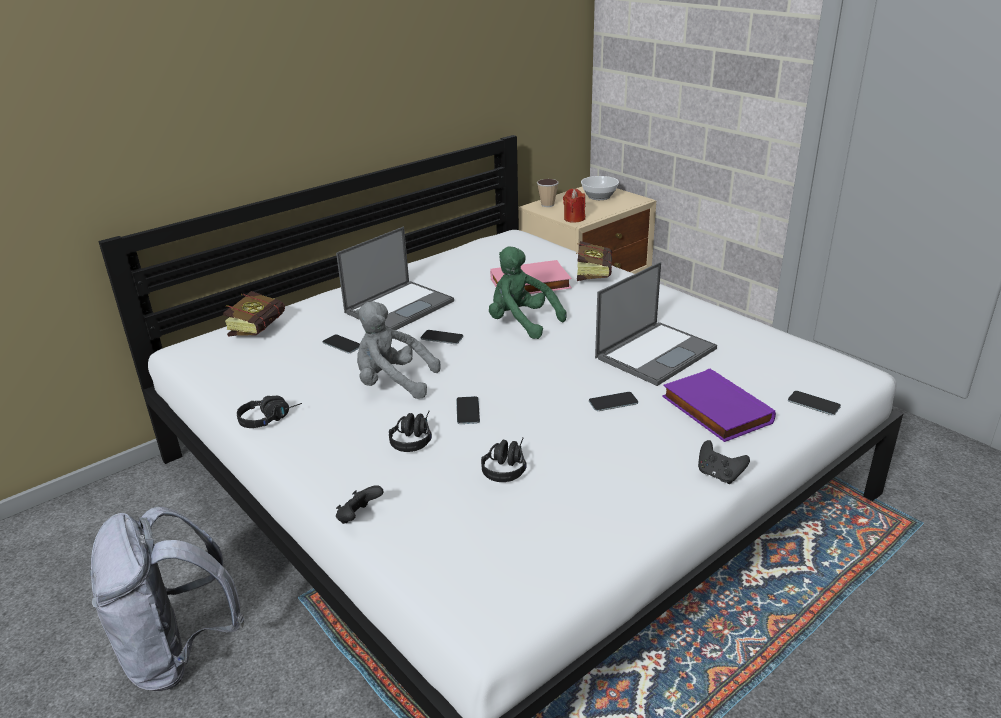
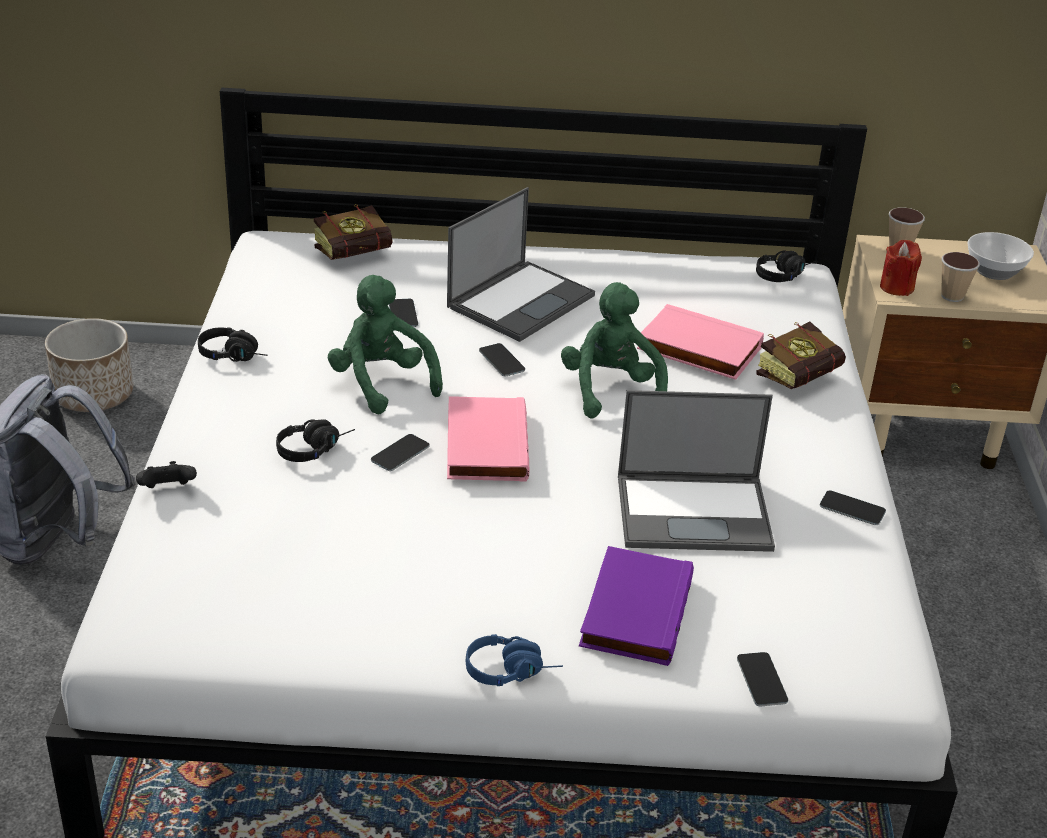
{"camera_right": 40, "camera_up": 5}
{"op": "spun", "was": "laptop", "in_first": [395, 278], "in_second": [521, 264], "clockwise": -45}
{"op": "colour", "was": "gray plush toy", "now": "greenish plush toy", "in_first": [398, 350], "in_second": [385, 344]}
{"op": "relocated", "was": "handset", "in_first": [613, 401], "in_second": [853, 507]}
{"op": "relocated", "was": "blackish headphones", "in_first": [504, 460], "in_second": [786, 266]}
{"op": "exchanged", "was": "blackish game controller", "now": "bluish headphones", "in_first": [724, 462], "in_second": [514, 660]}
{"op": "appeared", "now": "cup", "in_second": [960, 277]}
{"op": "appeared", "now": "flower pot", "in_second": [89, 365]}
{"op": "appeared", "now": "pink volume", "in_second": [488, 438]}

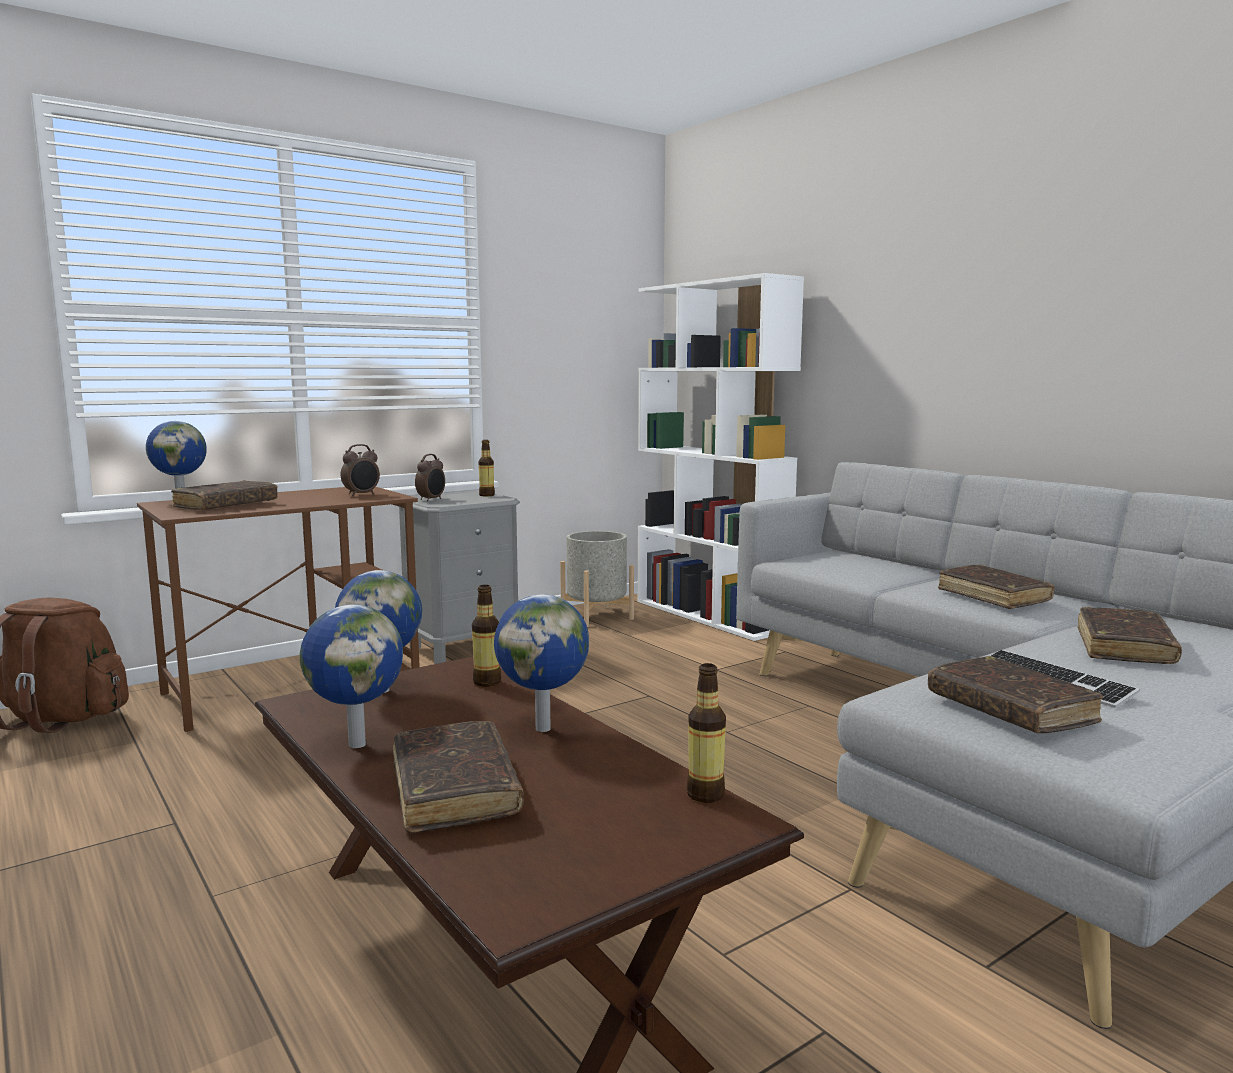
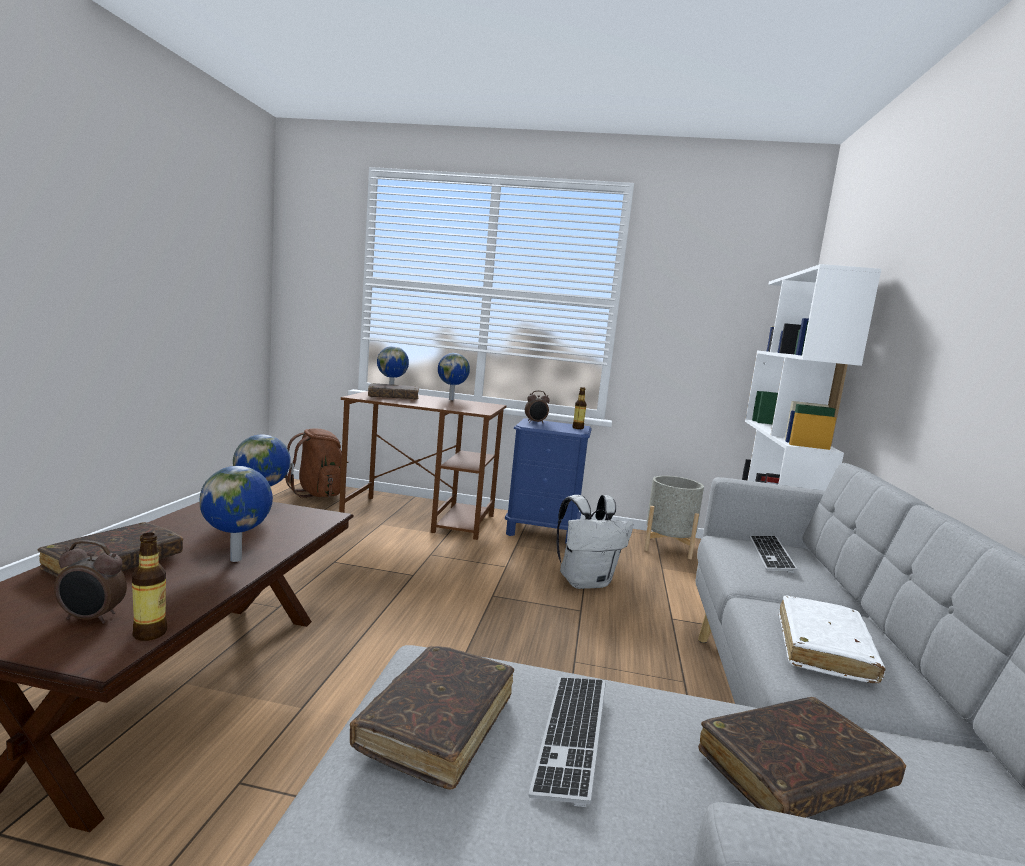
{"camera_right": 45, "camera_up": 0}
{"op": "relocated", "was": "table clock", "in_first": [360, 470], "in_second": [90, 582]}
{"op": "colour", "was": "gray night table", "now": "bluish night table", "in_first": [459, 578], "in_second": [548, 480]}
{"op": "colour", "was": "brownish volume", "now": "white-coloured volume", "in_first": [996, 587], "in_second": [832, 639]}
{"op": "missing", "was": "bottle", "in_first": [486, 636]}
{"op": "relocated", "was": "globe", "in_first": [351, 676], "in_second": [454, 376]}
{"op": "appeared", "now": "white-coloured backpack", "in_second": [595, 542]}
{"op": "appeared", "now": "keyboard", "in_second": [773, 554]}

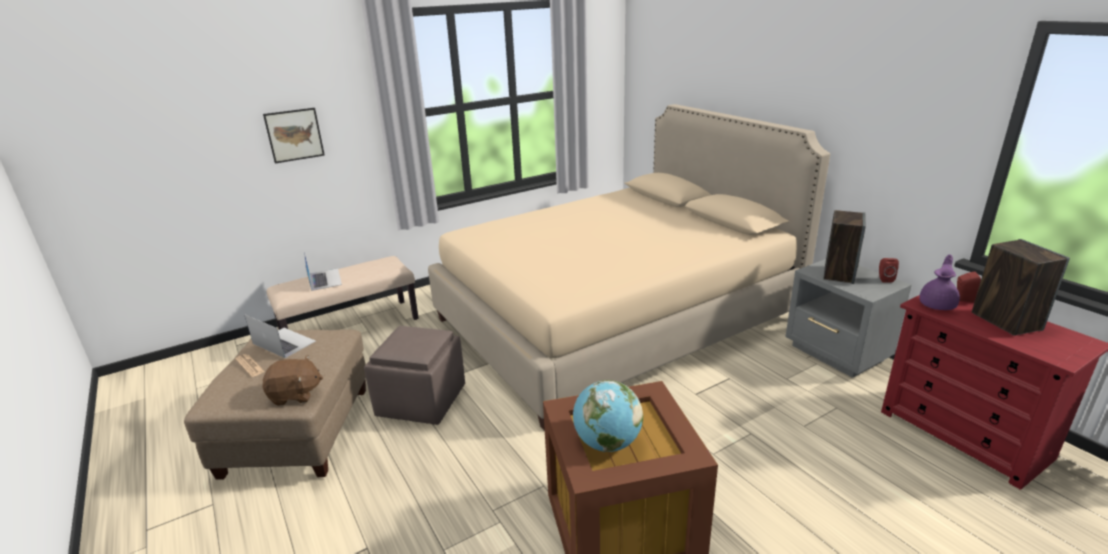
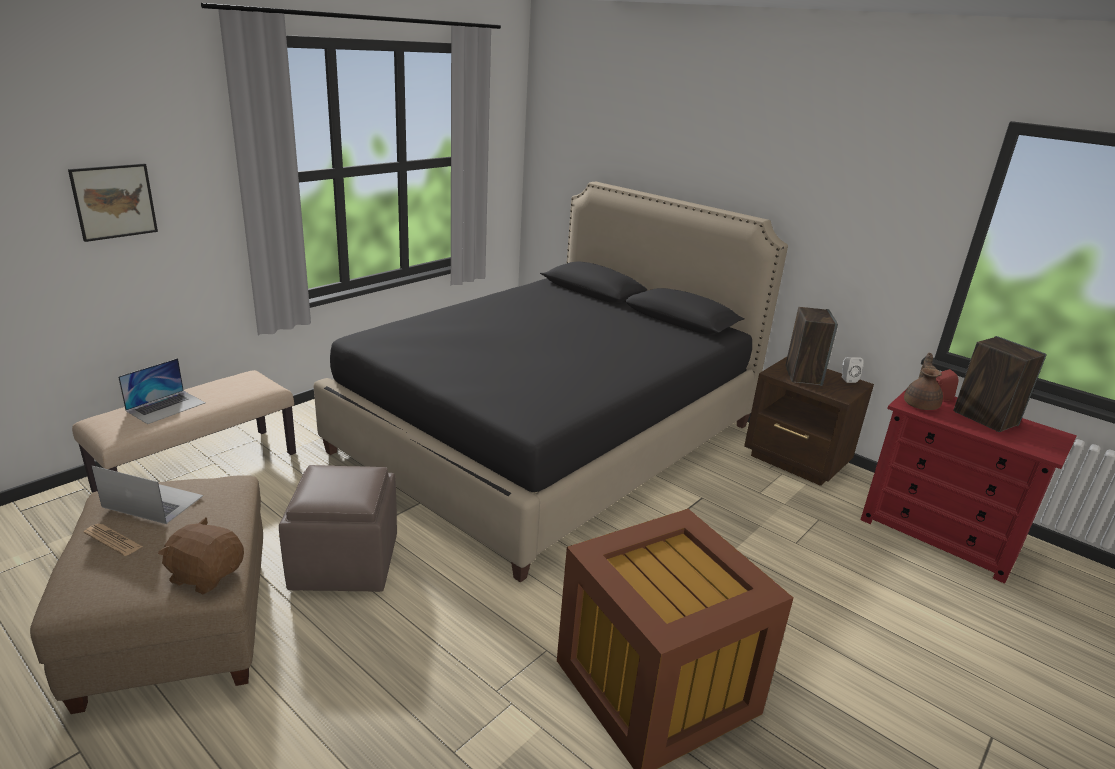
{"camera_right": -20, "camera_up": 0}
{"op": "colour", "was": "sand-coloured sleeping bed", "now": "blackish sleeping bed", "in_first": [629, 267], "in_second": [550, 382]}
{"op": "spun", "was": "laptop", "in_first": [323, 271], "in_second": [162, 391], "clockwise": 75}
{"op": "colour", "was": "purple-coloured pot for tea", "now": "brownish pot for tea", "in_first": [939, 282], "in_second": [923, 381]}
{"op": "colour", "was": "red-coloured audio speaker", "now": "white-coloured audio speaker", "in_first": [889, 270], "in_second": [852, 370]}
{"op": "colour", "was": "gray night table", "now": "brownish night table", "in_first": [848, 318], "in_second": [809, 421]}
{"op": "spun", "was": "brownish plush toy", "in_first": [292, 380], "in_second": [201, 555], "clockwise": -135}
{"op": "missing", "was": "globe", "in_first": [608, 416]}

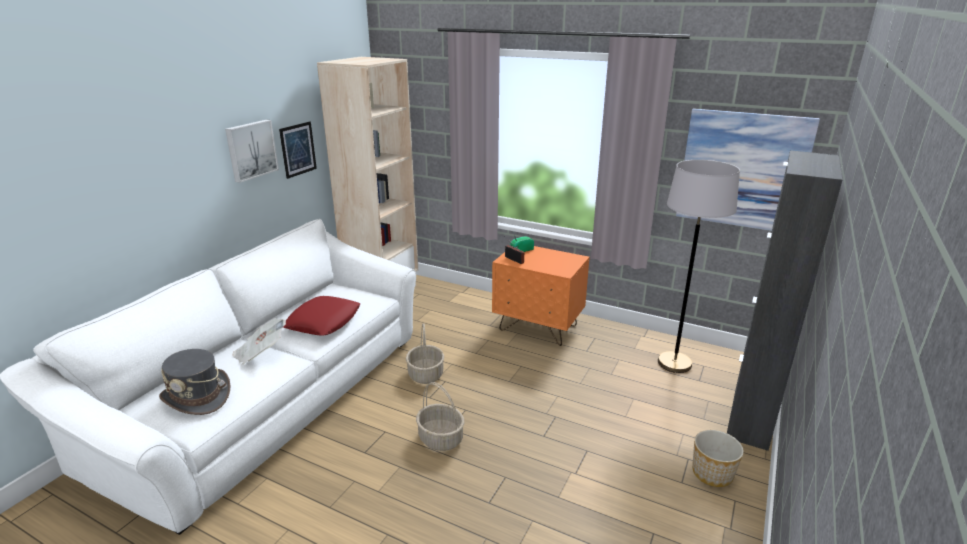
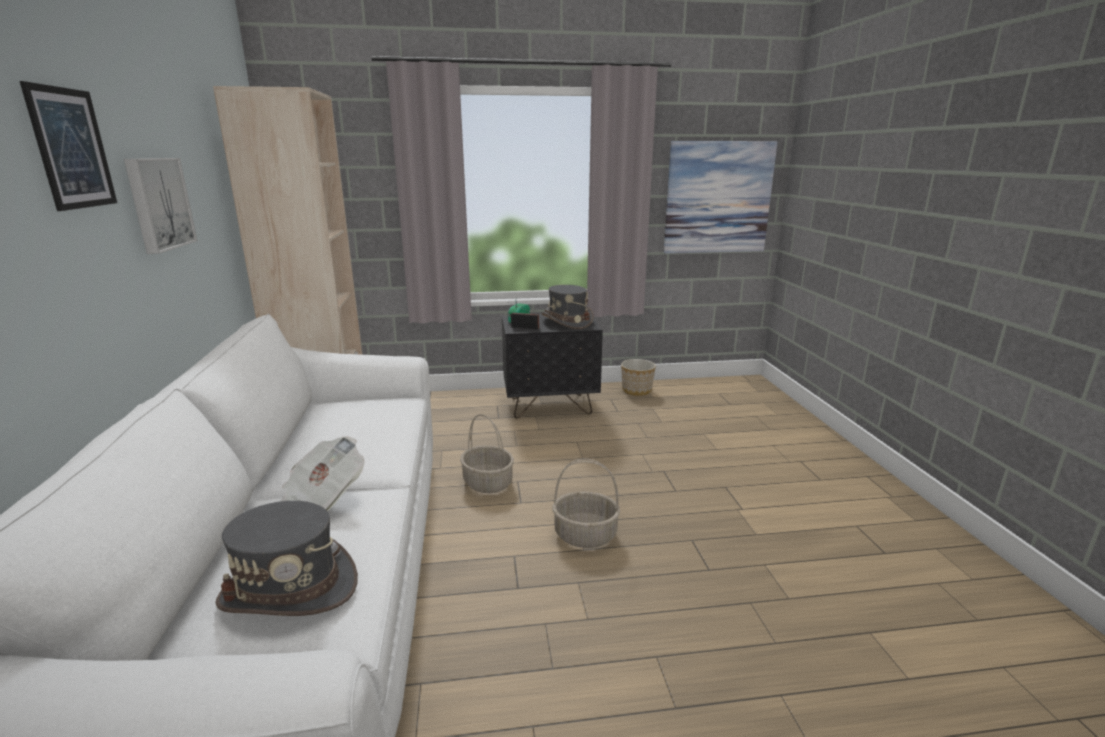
{"camera_right": -35, "camera_up": -5}
{"op": "relocated", "was": "wall picture", "in_first": [298, 150], "in_second": [68, 146]}
{"op": "missing", "was": "blackish storage cabinet", "in_first": [784, 300]}
{"op": "missing", "was": "gray floor lamp", "in_first": [699, 266]}
{"op": "colour", "was": "orangey night table", "now": "blackish night table", "in_first": [541, 296], "in_second": [552, 366]}
{"op": "missing", "was": "red-coloured pillow", "in_first": [321, 315]}
{"op": "relocated", "was": "flower pot", "in_first": [718, 458], "in_second": [638, 377]}
{"op": "appeared", "now": "gray clothing hat", "in_second": [568, 307]}

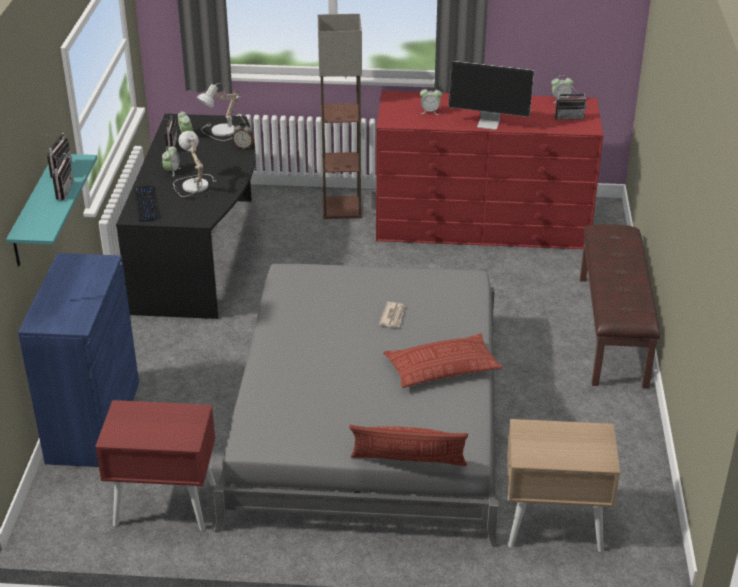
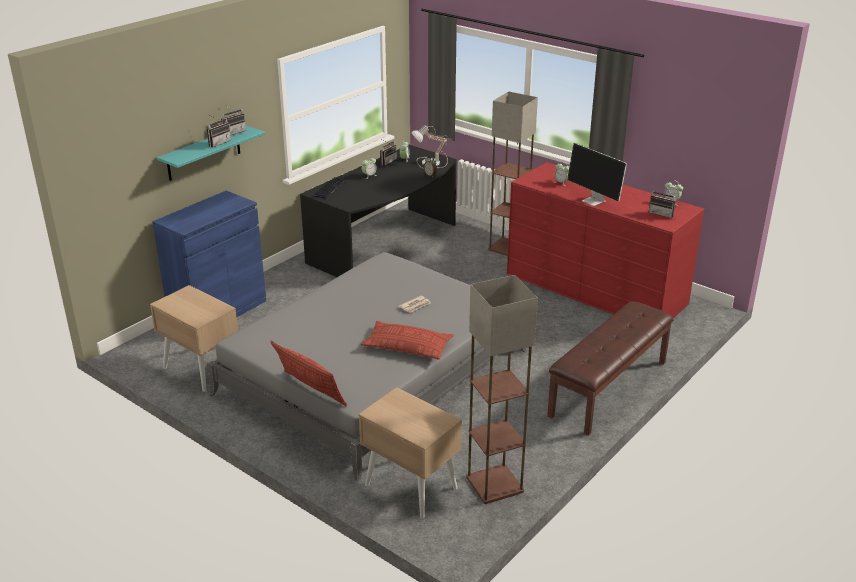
{"camera_right": 35, "camera_up": -5}
{"op": "missing", "was": "tabletop lamp", "in_first": [195, 164]}
{"op": "colour", "was": "red-coloured night table", "now": "sand-coloured night table", "in_first": [155, 465], "in_second": [194, 338]}
{"op": "appeared", "now": "floor lamp", "in_second": [502, 389]}

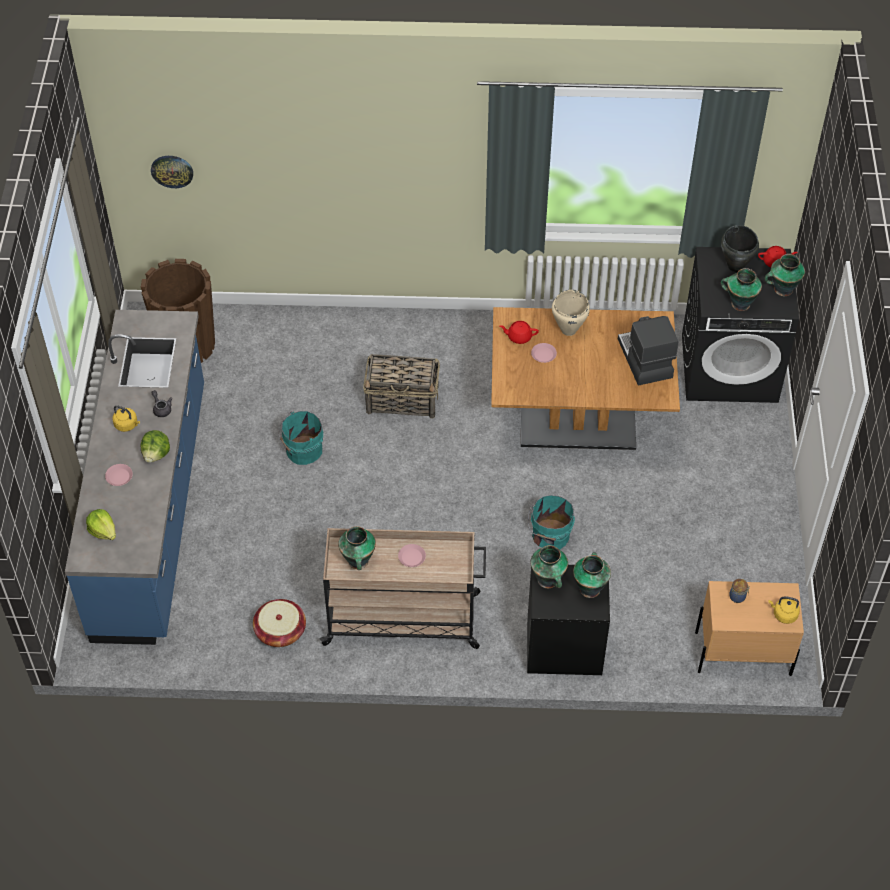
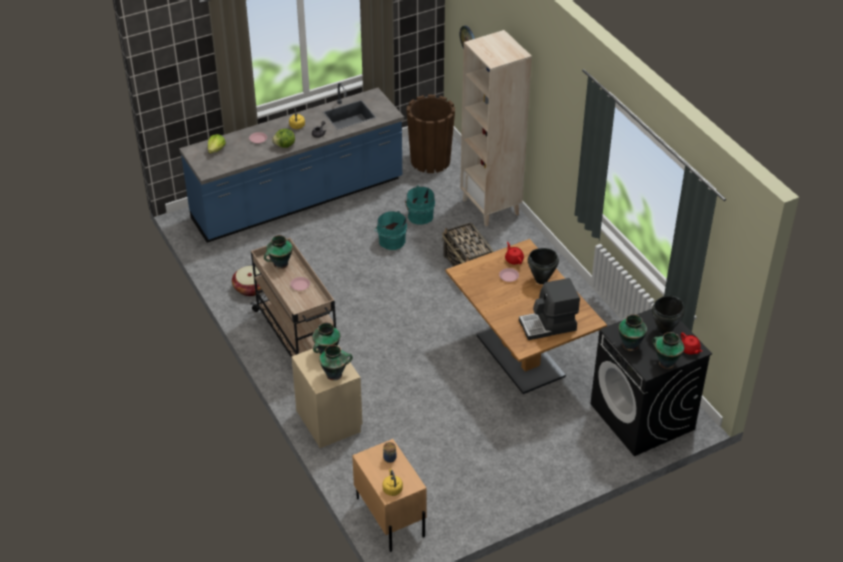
{"camera_right": 60, "camera_up": -10}
{"op": "colour", "was": "sand-coloured stockpot", "now": "blackish stockpot", "in_first": [571, 313], "in_second": [543, 266]}
{"op": "spun", "was": "coffee machine", "in_first": [648, 350], "in_second": [549, 309], "clockwise": -150}
{"op": "relocated", "was": "blue-green water bucket", "in_first": [551, 522], "in_second": [420, 204]}
{"op": "colour", "was": "blackish night table", "now": "sand-coloured night table", "in_first": [568, 620], "in_second": [326, 396]}
{"op": "appeared", "now": "sand-coloured bookcase", "in_second": [496, 128]}

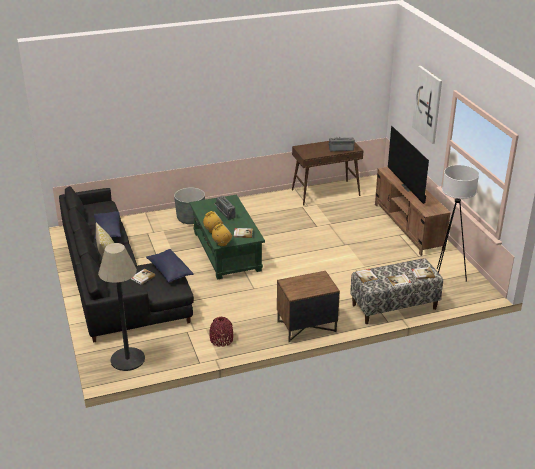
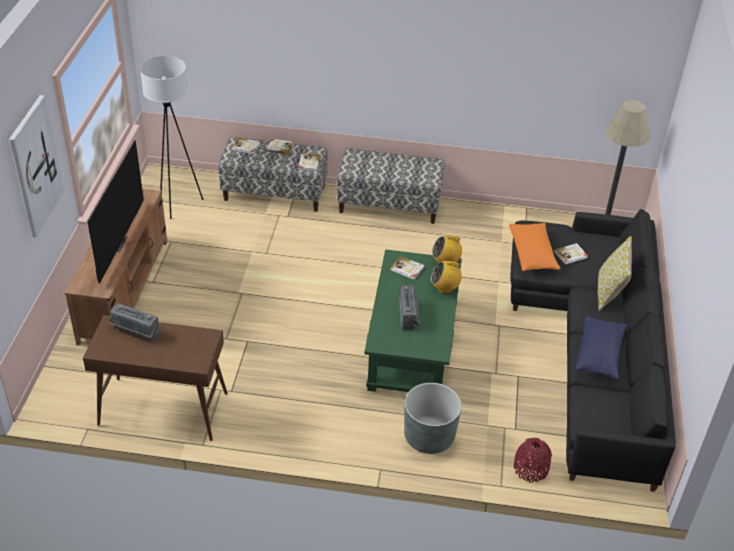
{"camera_right": -155, "camera_up": 10}
{"op": "colour", "was": "bluish pillow", "now": "orangey pillow", "in_first": [170, 265], "in_second": [534, 247]}
{"op": "exchanged", "was": "brownish night table", "now": "bench", "in_first": [308, 307], "in_second": [390, 186]}
{"op": "relocated", "was": "red-coloured flower vase", "in_first": [221, 332], "in_second": [533, 460]}

